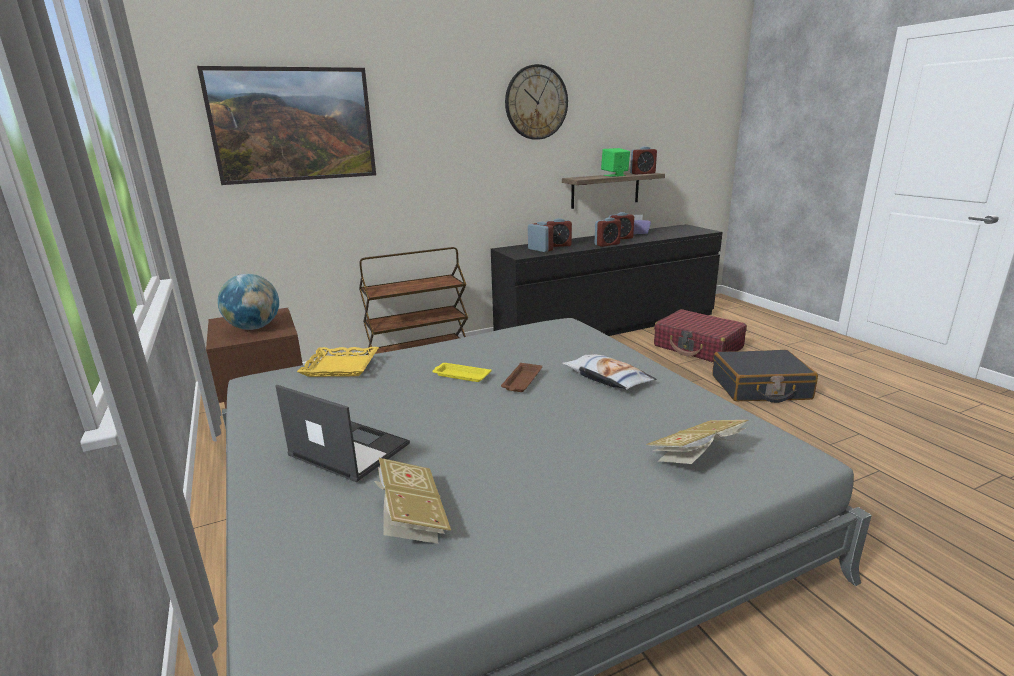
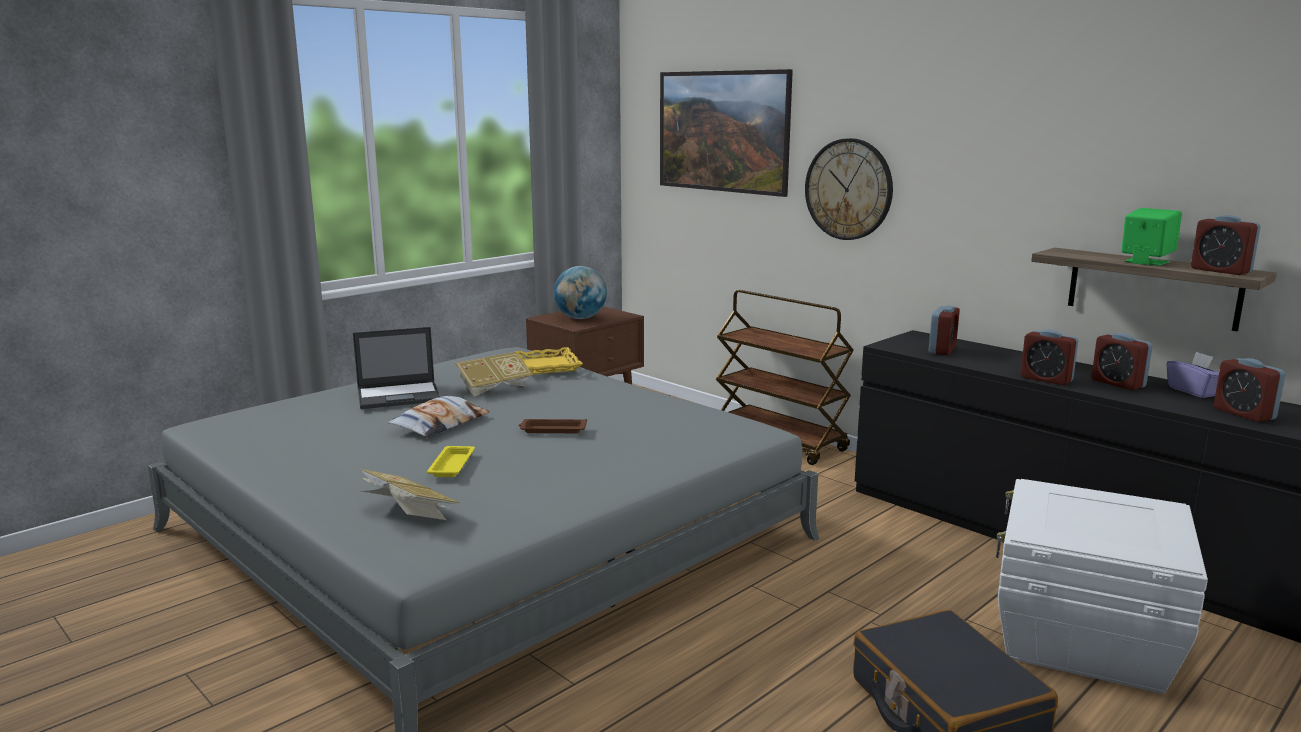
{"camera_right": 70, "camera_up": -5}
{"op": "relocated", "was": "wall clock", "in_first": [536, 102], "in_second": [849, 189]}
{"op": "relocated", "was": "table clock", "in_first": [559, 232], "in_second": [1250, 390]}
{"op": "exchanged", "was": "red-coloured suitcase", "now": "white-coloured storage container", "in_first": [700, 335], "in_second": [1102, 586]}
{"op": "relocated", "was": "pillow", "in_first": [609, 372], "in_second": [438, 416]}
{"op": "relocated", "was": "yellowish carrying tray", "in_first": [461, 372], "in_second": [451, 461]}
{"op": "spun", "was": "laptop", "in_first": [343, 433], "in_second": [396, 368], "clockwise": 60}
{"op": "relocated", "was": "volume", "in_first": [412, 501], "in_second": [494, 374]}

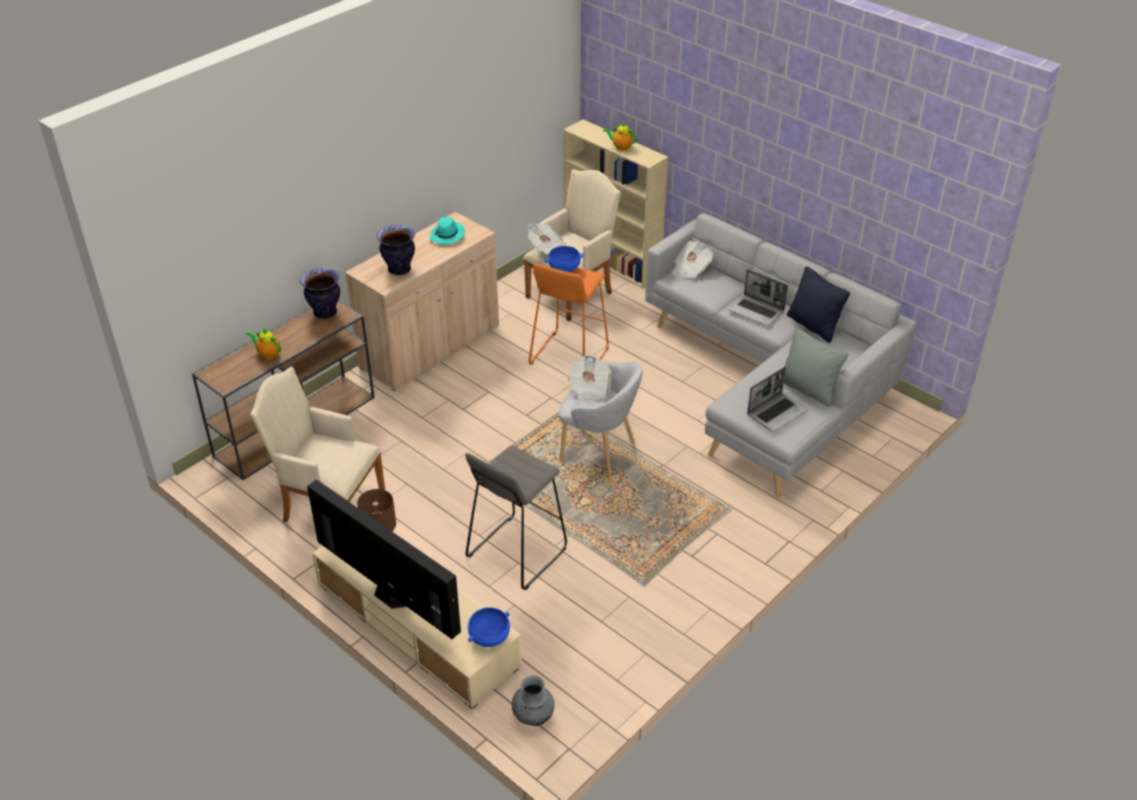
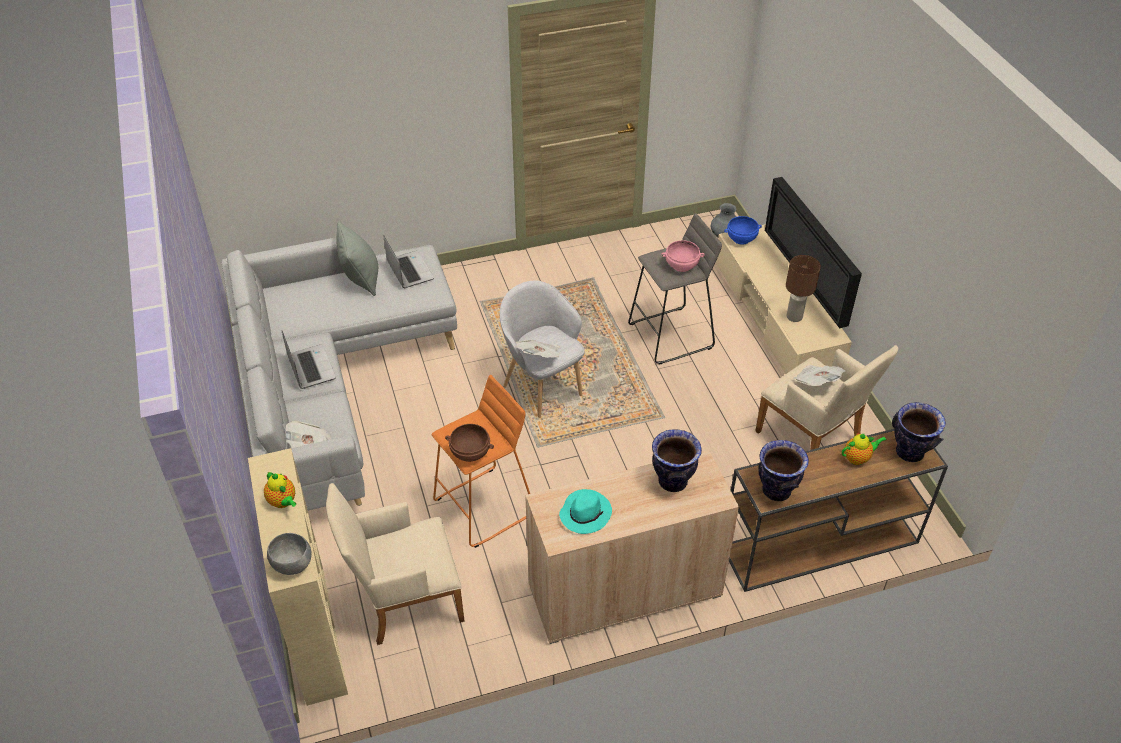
{"camera_right": -150, "camera_up": 5}
{"op": "relocated", "was": "newspaper", "in_first": [547, 238], "in_second": [819, 375]}
{"op": "colour", "was": "bluish deep dish", "now": "brownish deep dish", "in_first": [564, 259], "in_second": [469, 443]}
{"op": "missing", "was": "blackish pillow", "in_first": [818, 304]}
{"op": "spun", "was": "pot for tea", "in_first": [264, 343], "in_second": [864, 449], "clockwise": -75}
{"op": "spun", "was": "laptop", "in_first": [777, 399], "in_second": [409, 262], "clockwise": 75}
{"op": "appeared", "now": "pink deep dish", "in_second": [683, 256]}
{"op": "appeared", "now": "flower vase", "in_second": [919, 432]}
{"op": "appeared", "now": "gray deep dish", "in_second": [289, 554]}

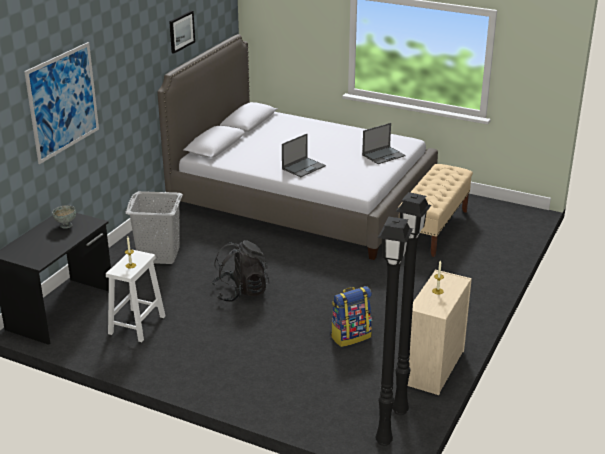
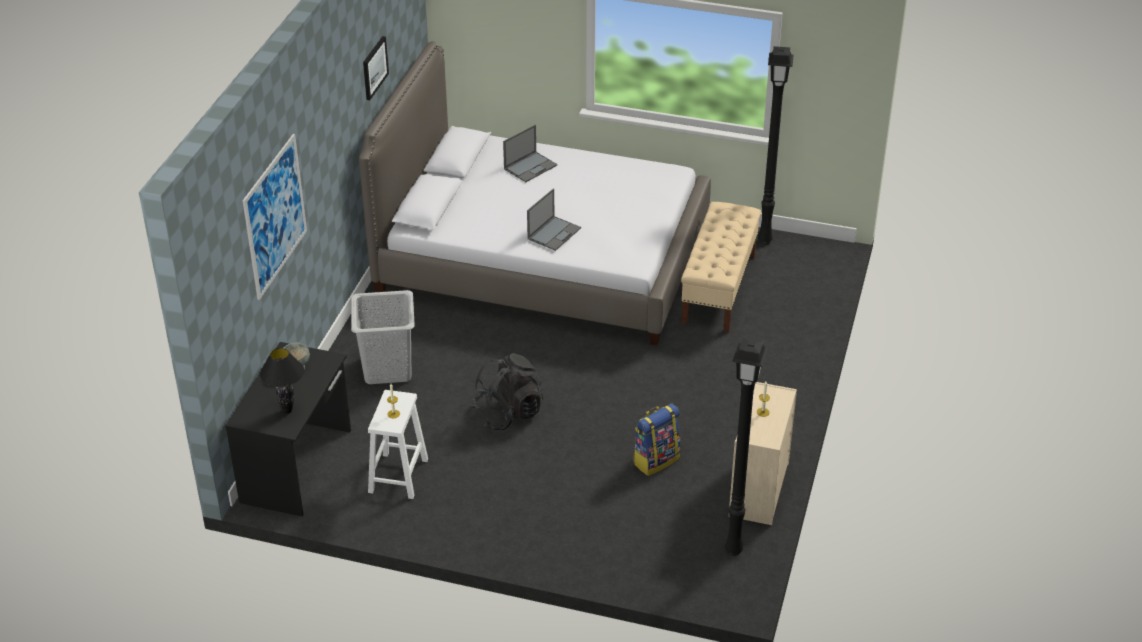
{"camera_right": -10, "camera_up": 10}
{"op": "relocated", "was": "laptop", "in_first": [384, 143], "in_second": [530, 153]}
{"op": "relocated", "was": "blackish floor lamp", "in_first": [394, 331], "in_second": [775, 145]}
{"op": "appeared", "now": "blackish tabletop lamp", "in_second": [282, 381]}

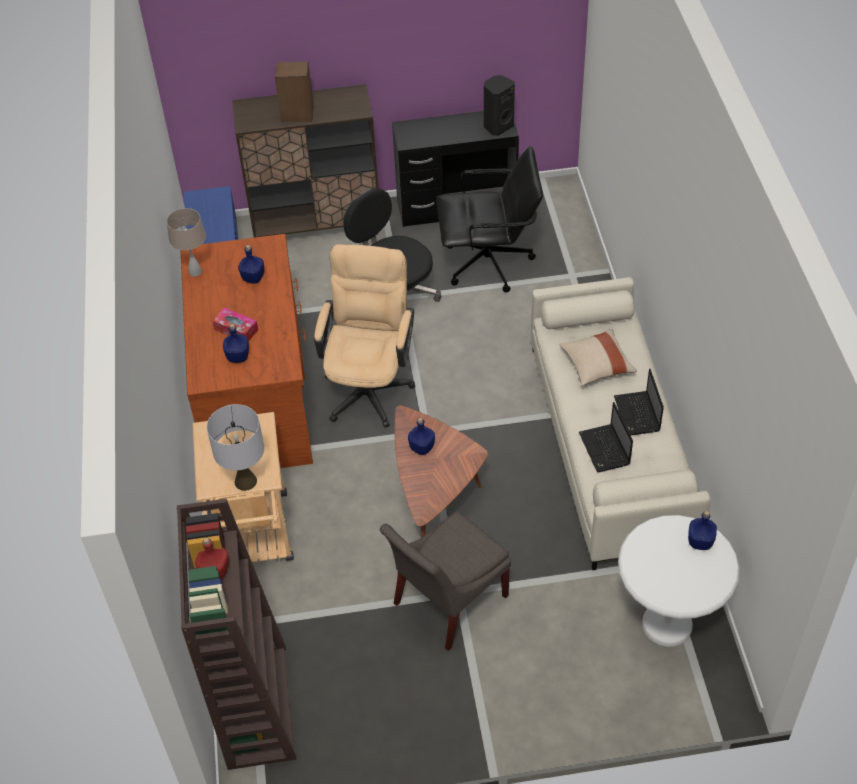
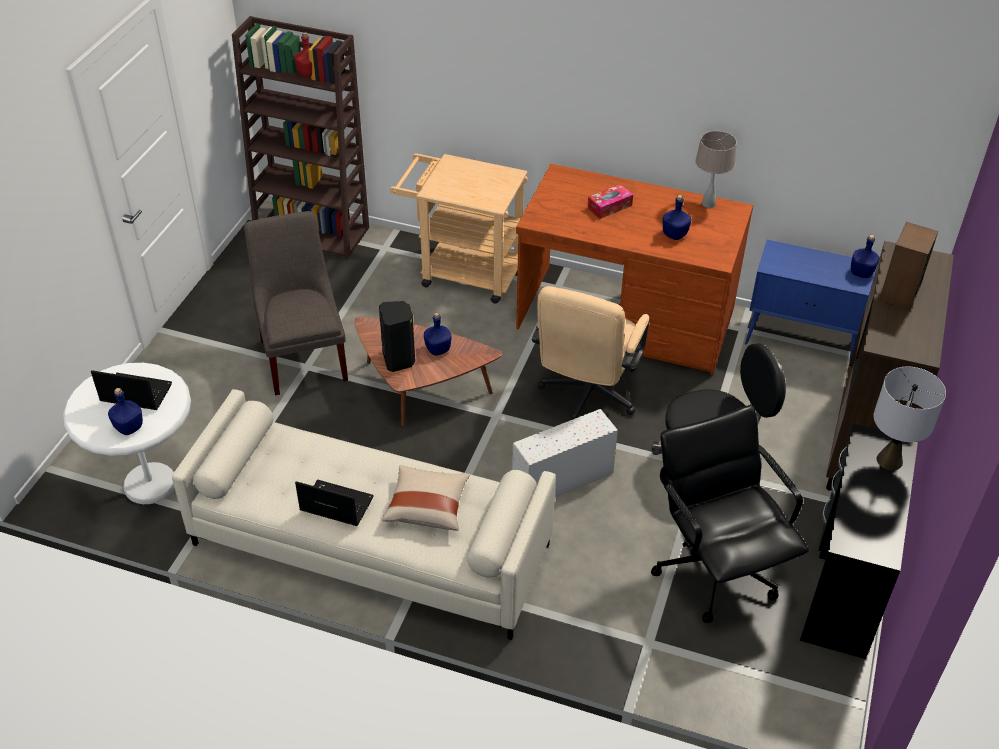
{"camera_right": 115, "camera_up": -5}
{"op": "relocated", "was": "blackish audio speaker", "in_first": [499, 105], "in_second": [397, 336]}
{"op": "spun", "was": "blackish office chair", "in_first": [489, 219], "in_second": [730, 514], "clockwise": 135}
{"op": "spun", "was": "sand-coloured office chair", "in_first": [364, 336], "in_second": [591, 353], "clockwise": 75}
{"op": "relocated", "was": "bluish bottle", "in_first": [236, 343], "in_second": [865, 256]}
{"op": "relocated", "was": "laptop", "in_first": [606, 437], "in_second": [131, 390]}
{"op": "relocated", "was": "gray tabletop lamp", "in_first": [235, 447], "in_second": [910, 418]}
{"op": "appeared", "now": "white-coloured storage container", "in_second": [565, 453]}

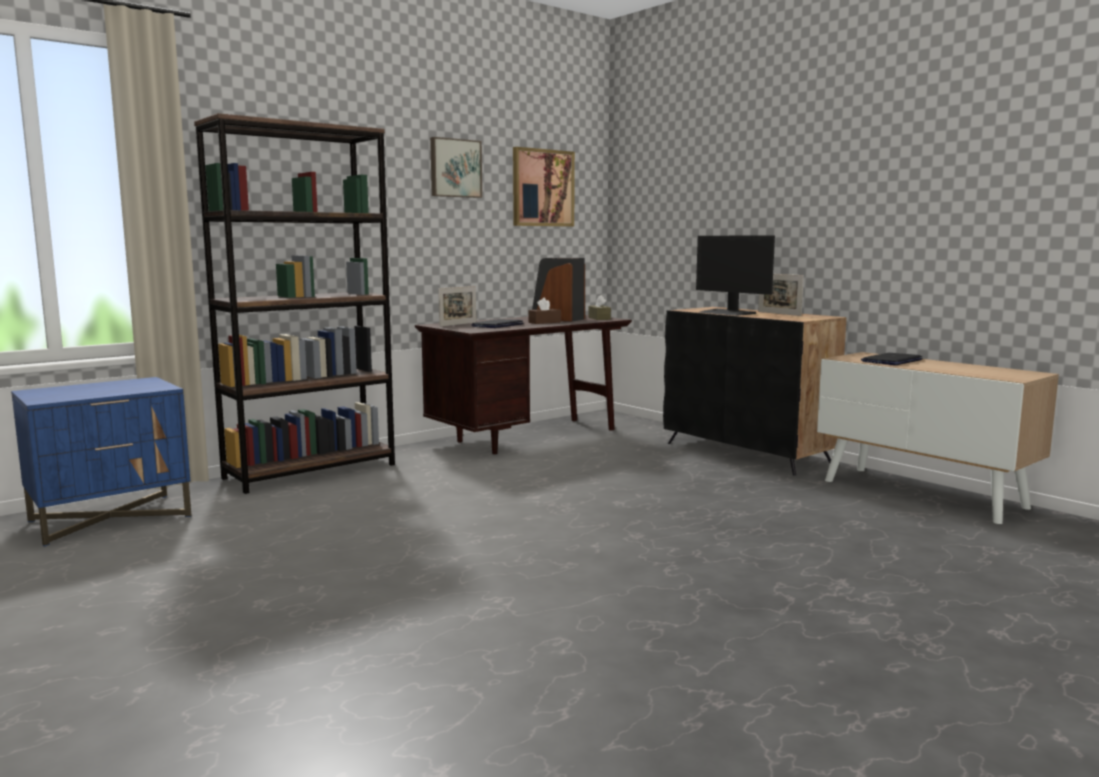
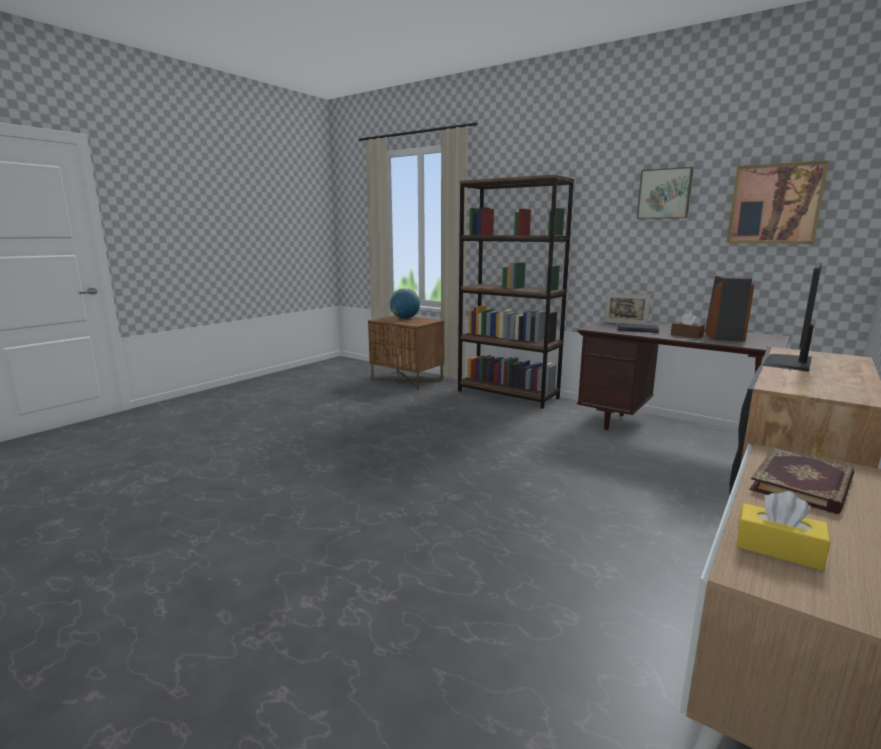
{"camera_right": 75, "camera_up": 5}
{"op": "missing", "was": "photo frame", "in_first": [781, 295]}
{"op": "missing", "was": "brownish box of tissues", "in_first": [599, 307]}
{"op": "exchanged", "was": "laptop", "now": "volume", "in_first": [892, 359], "in_second": [801, 480]}
{"op": "colour", "was": "bluish night table", "now": "brownish night table", "in_first": [101, 461], "in_second": [406, 352]}
{"op": "appeared", "now": "globe", "in_second": [405, 303]}
{"op": "appeared", "now": "yellowish box of tissues", "in_second": [783, 531]}

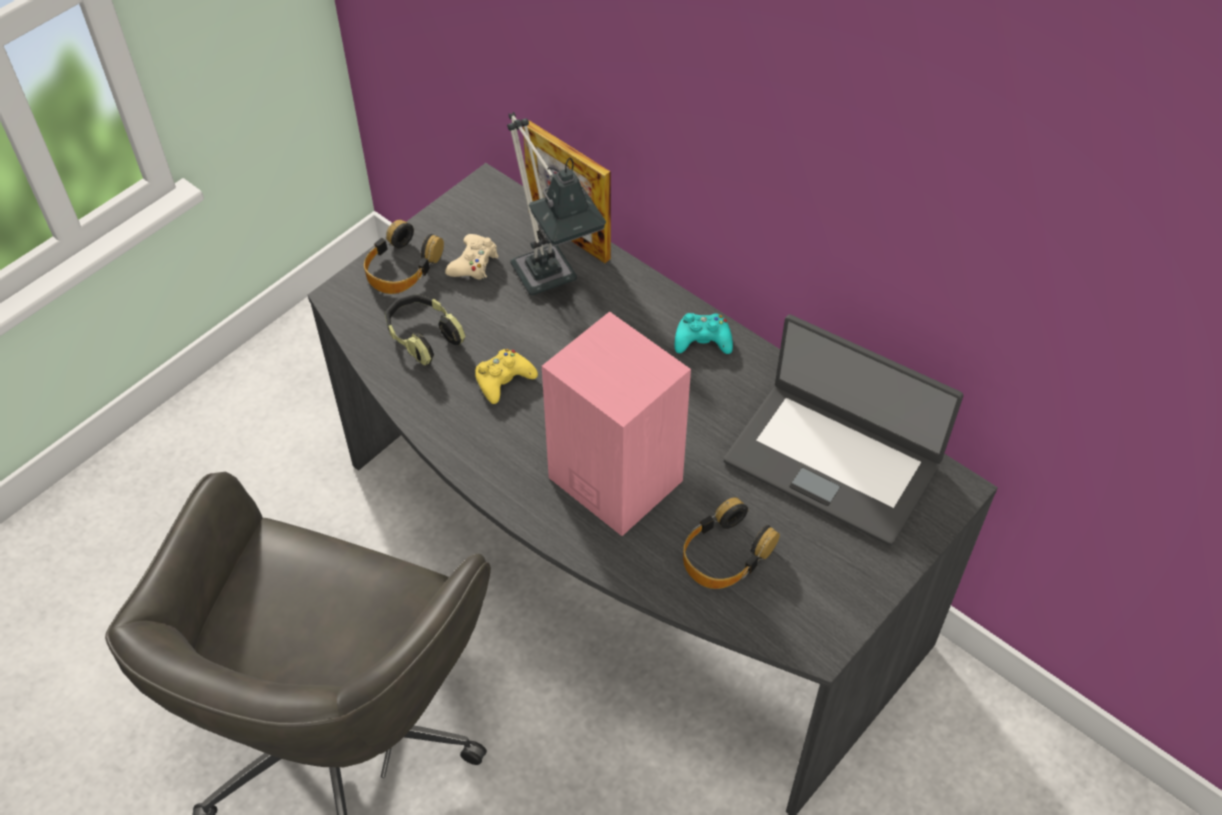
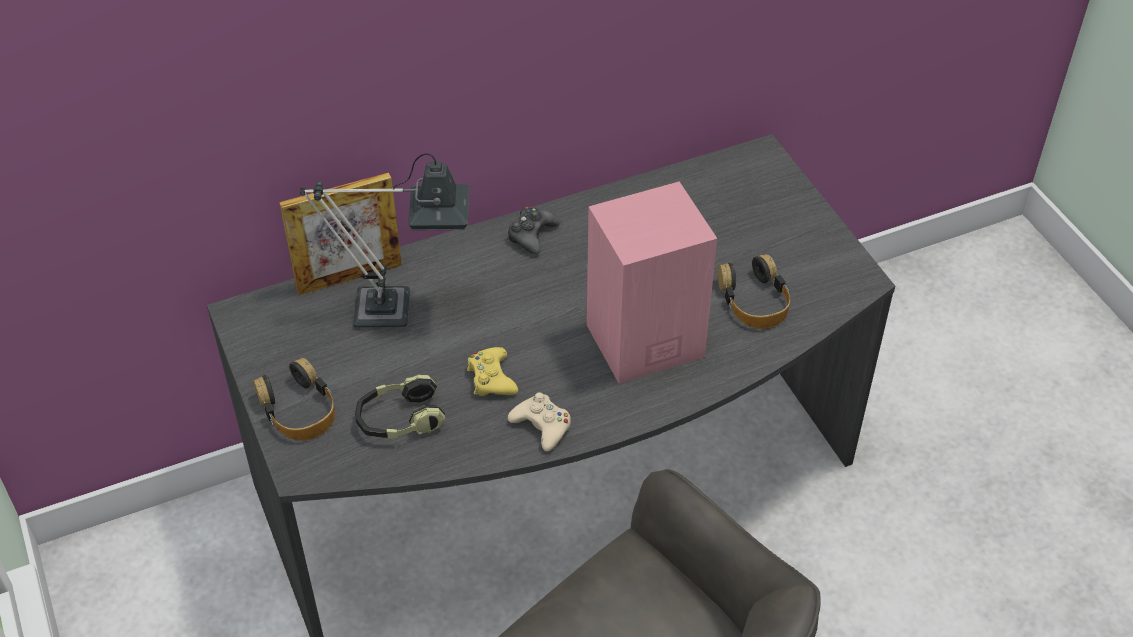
{"camera_right": -65, "camera_up": -5}
{"op": "relocated", "was": "sand-coloured game controller", "in_first": [472, 257], "in_second": [539, 422]}
{"op": "colour", "was": "blue-green game controller", "now": "blackish game controller", "in_first": [703, 333], "in_second": [534, 231]}
{"op": "missing", "was": "laptop", "in_first": [843, 430]}

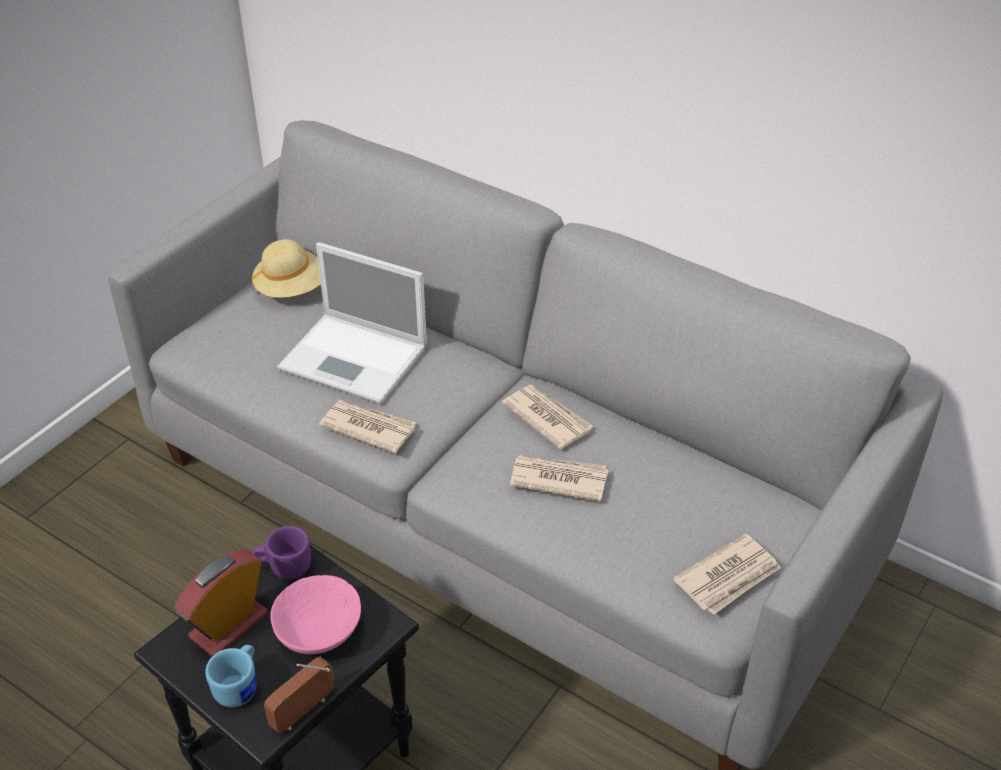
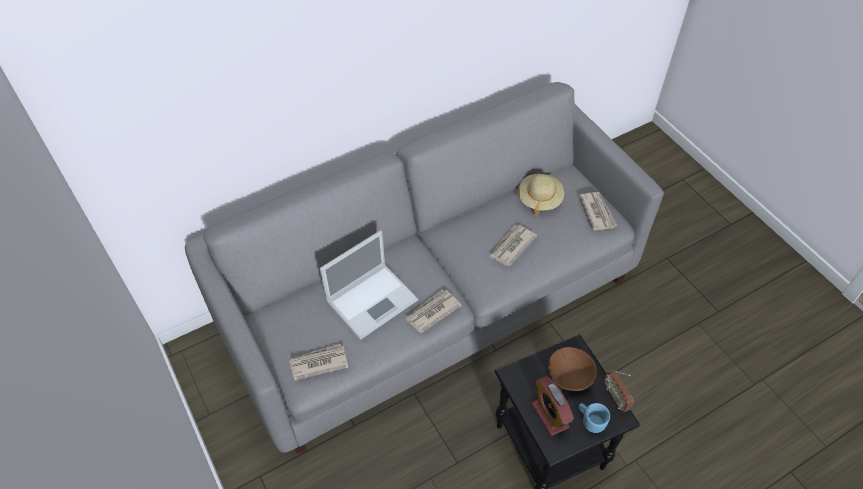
{"camera_right": -65, "camera_up": 10}
{"op": "relocated", "was": "sand-coloured clothing hat", "in_first": [286, 268], "in_second": [541, 195]}
{"op": "relocated", "was": "newspaper", "in_first": [548, 417], "in_second": [318, 362]}
{"op": "missing", "was": "purple-coloured coffee mug", "in_first": [282, 552]}
{"op": "colour", "was": "pink deep dish", "now": "brownish deep dish", "in_first": [315, 614], "in_second": [572, 369]}

